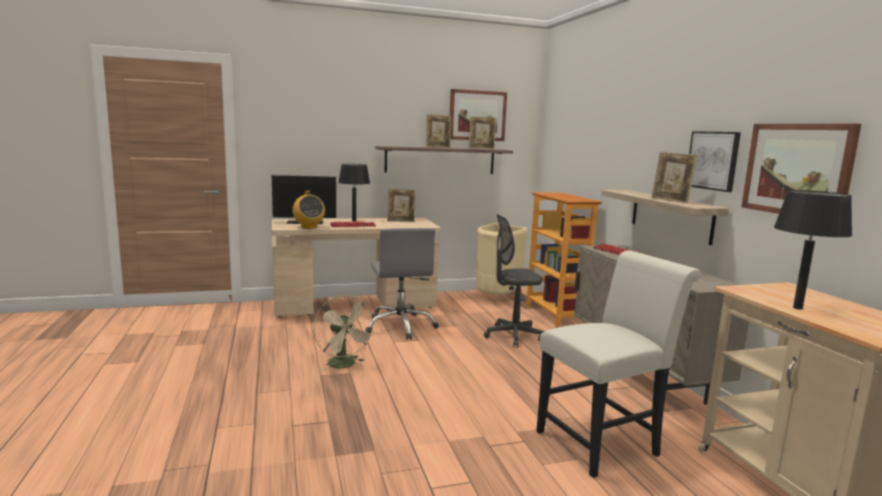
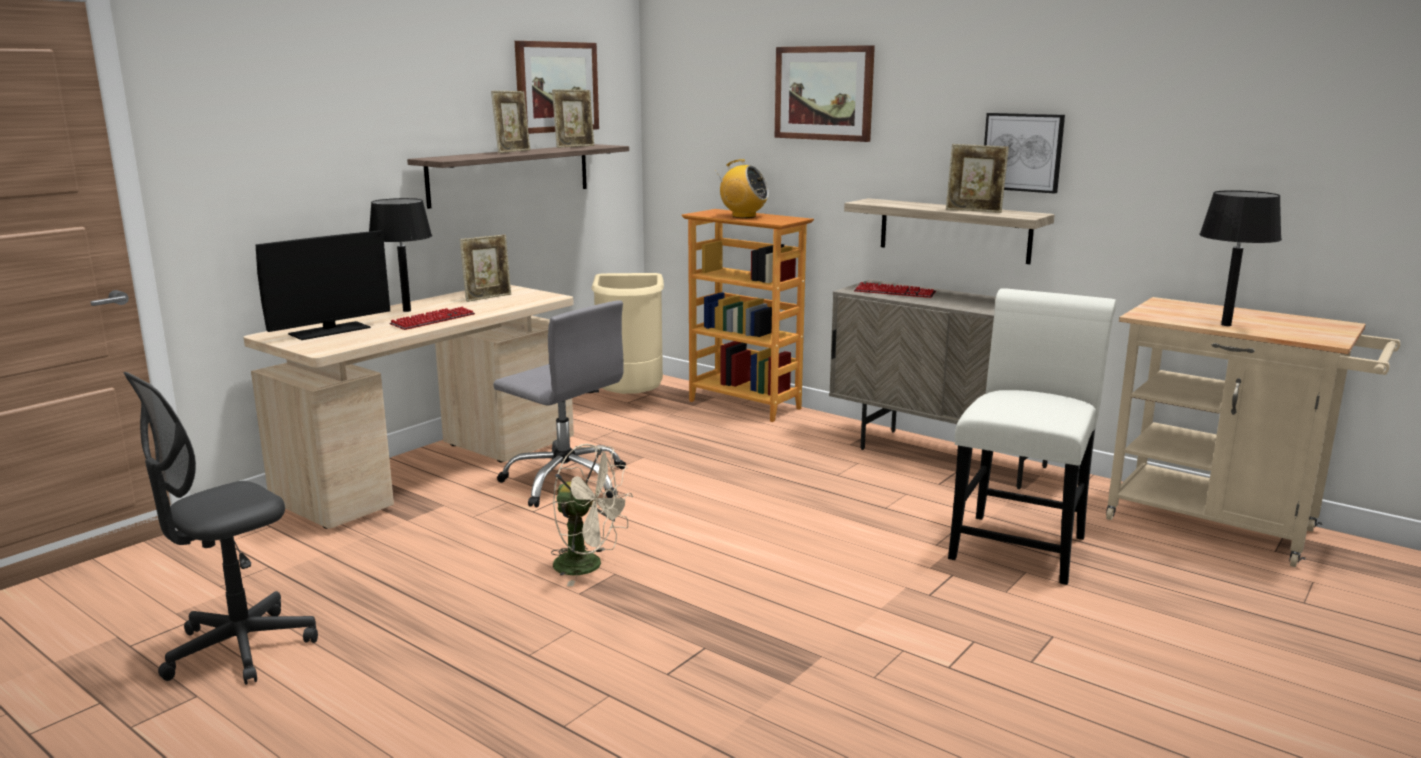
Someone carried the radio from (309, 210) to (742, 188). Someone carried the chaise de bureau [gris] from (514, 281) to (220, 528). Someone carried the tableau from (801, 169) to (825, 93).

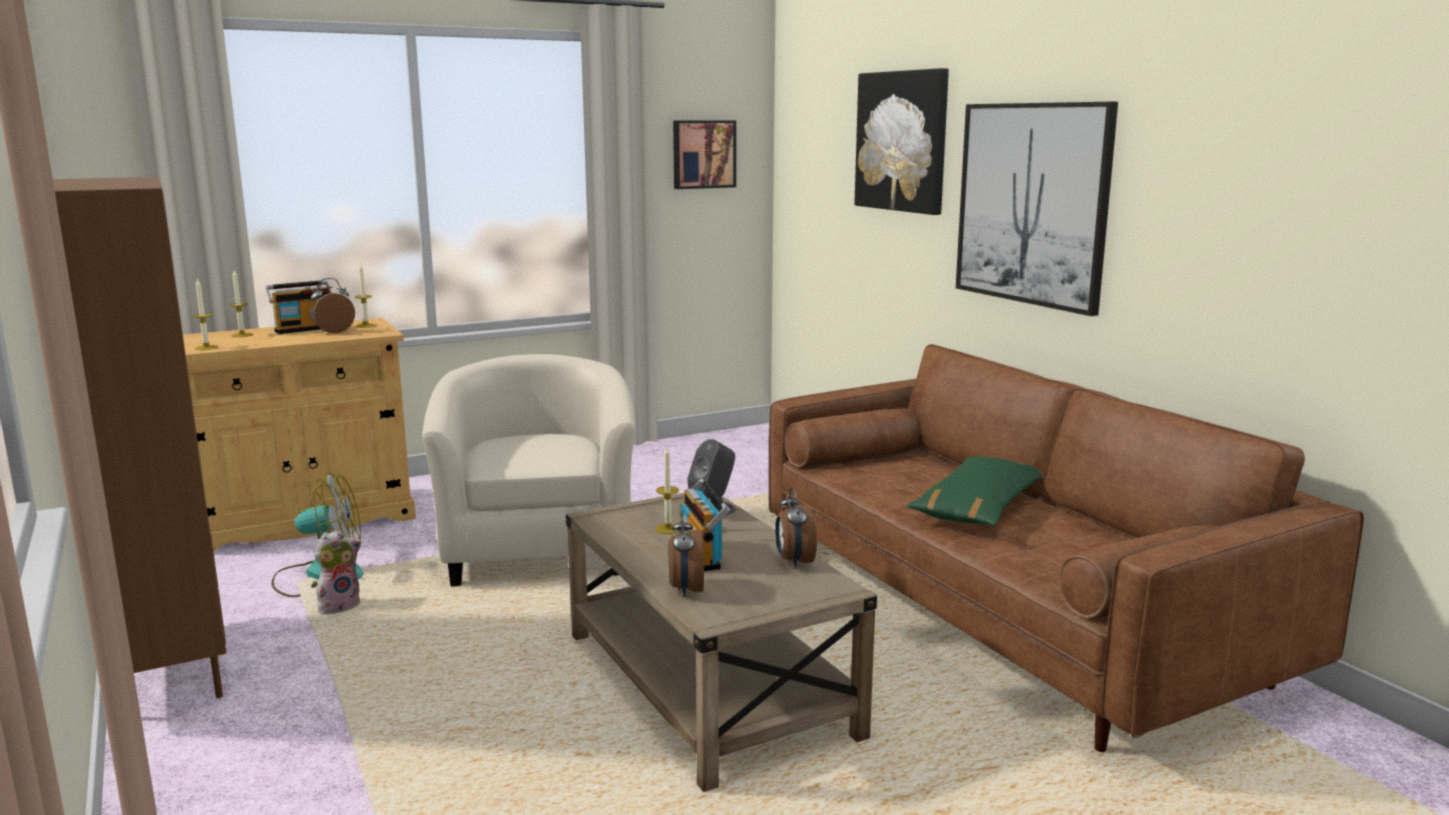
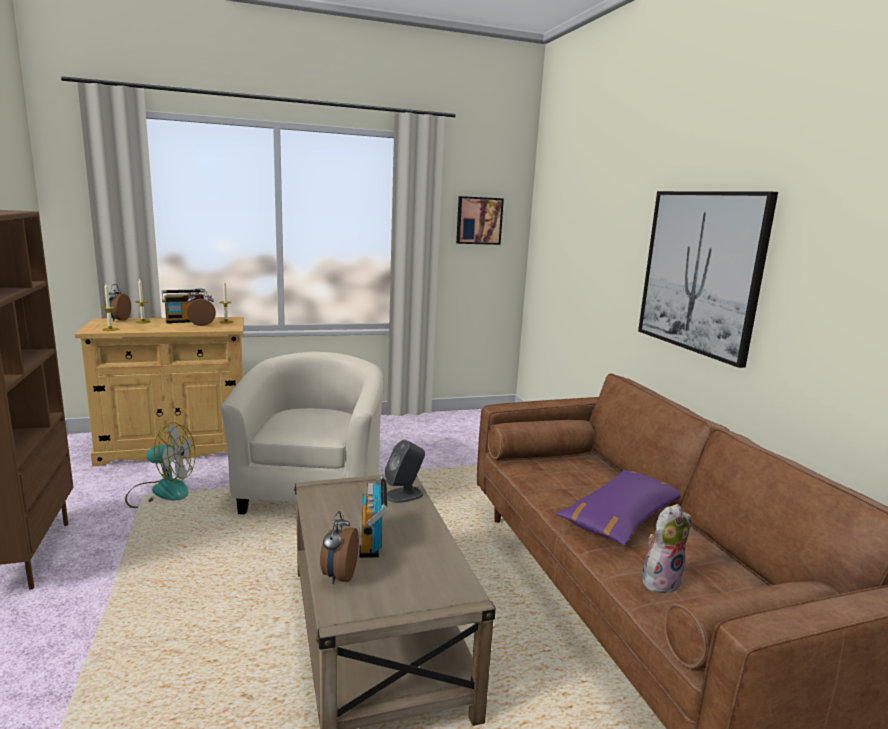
Someone carried the peluche from (338, 572) to (666, 548). Someone took away the bougie at (667, 490). Someone carried the réveil from (796, 527) to (118, 303). Someone took away the tableau at (901, 141). Someone repainted the coussin [vert] at (974, 491), which became the coussin [violet] at (618, 508).

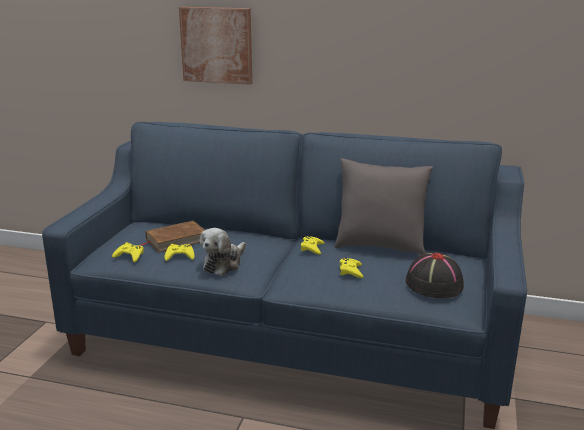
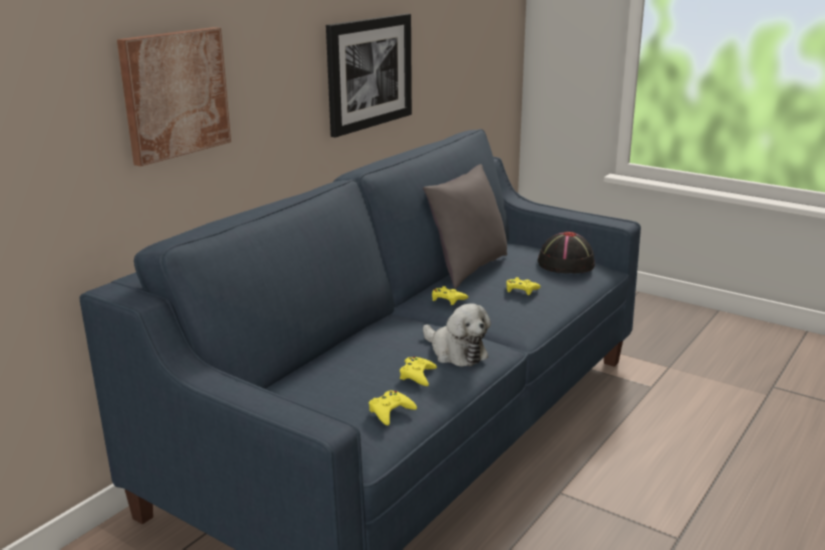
Someone took away the livre [marron] at (172, 236). Someone put up the tableau at (369, 75).

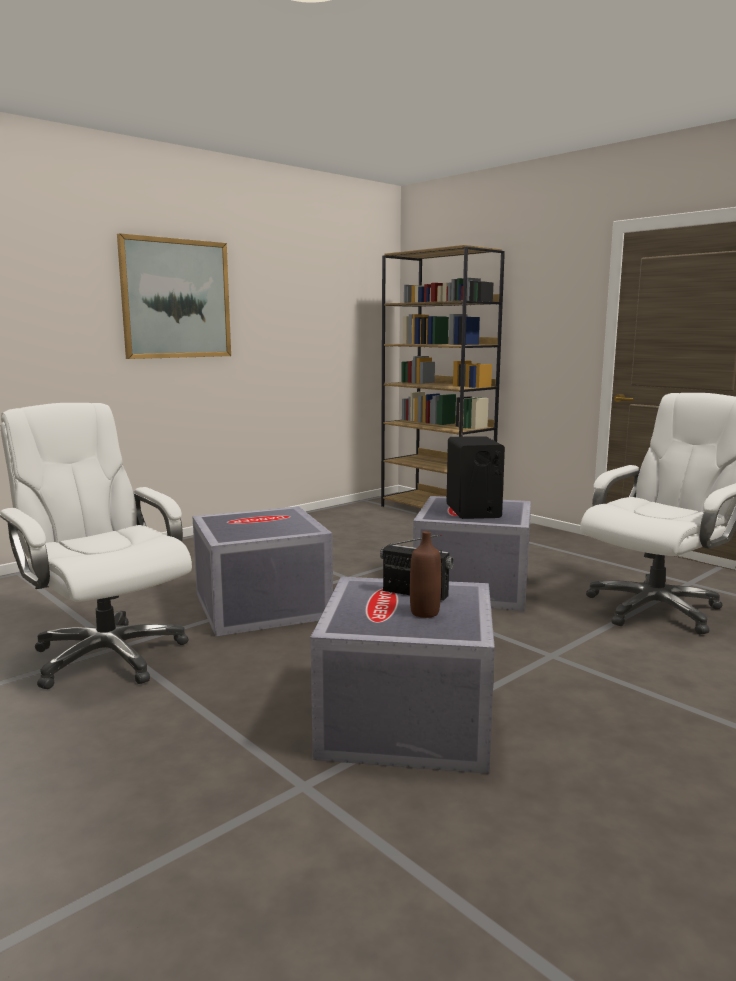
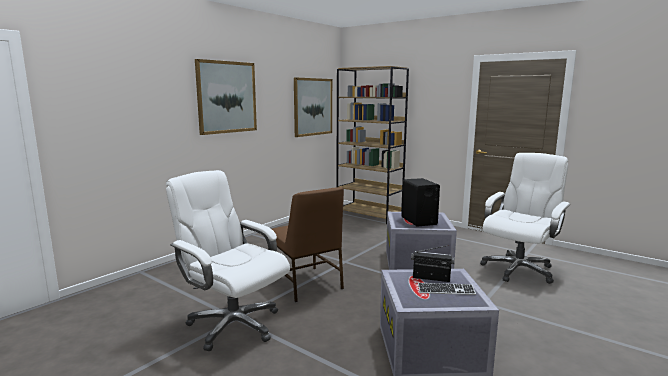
Someone swapped the boîte de rangement [gris] at (262, 571) for the chaise [marron] at (308, 244). Someone swapped the bouteille [marron] at (425, 574) for the clavier at (447, 289). Someone put up the tableau at (313, 107).

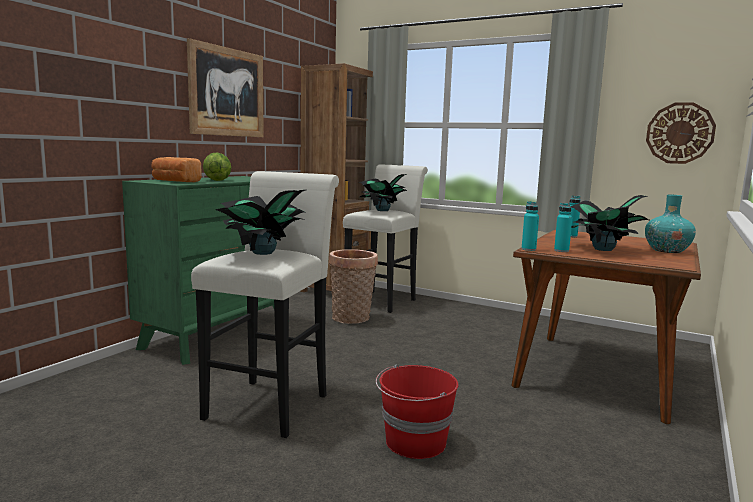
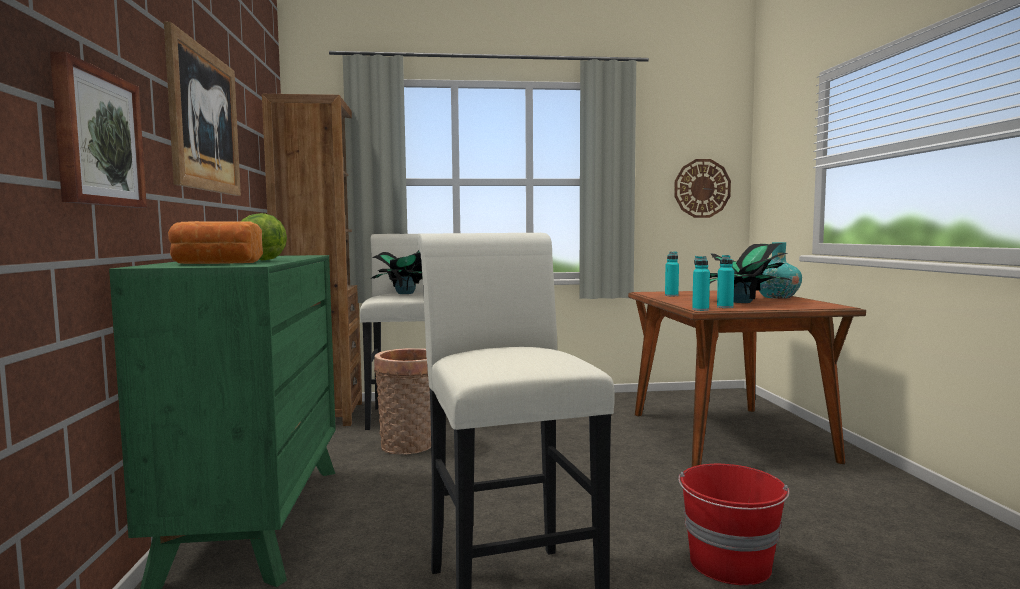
Someone took away the plante en pot at (261, 222). Someone put up the tableau at (98, 130).

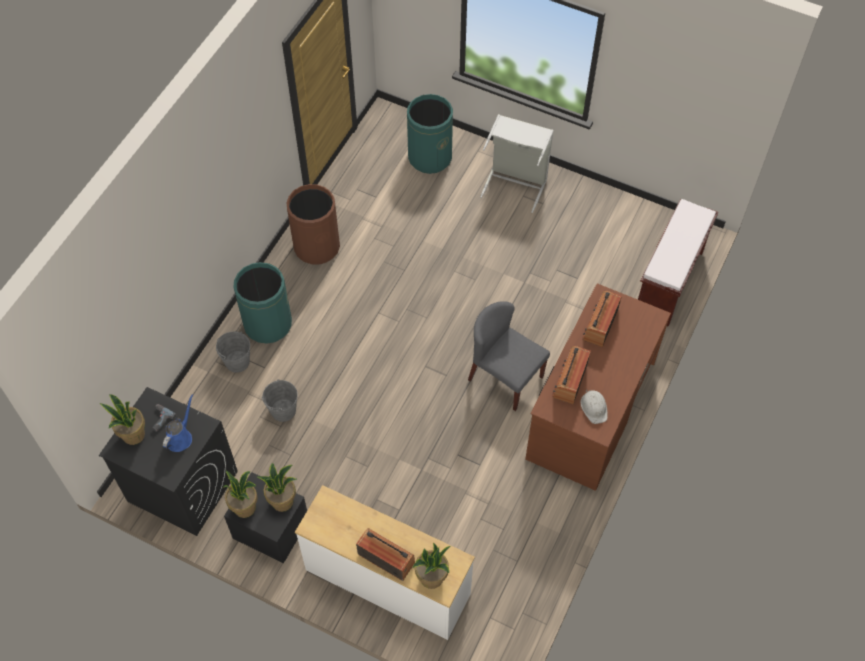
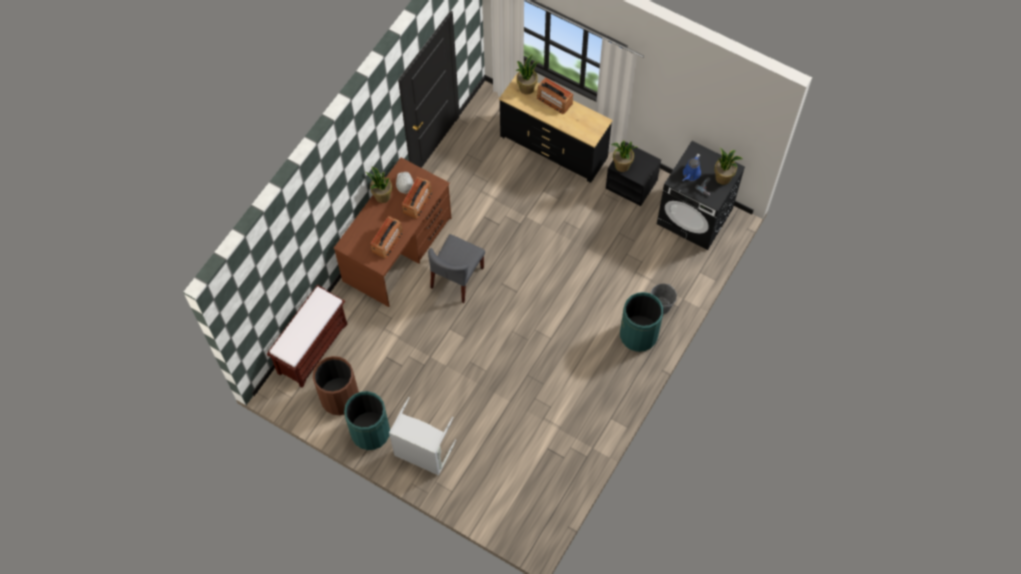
Someone carried the plante en pot from (240, 494) to (379, 185). Someone took away the seau [gris] at (280, 400). Someone carried the poubelle [marron] from (313, 224) to (336, 385). Someone repainted the commode [blanc] at (385, 562), which became the commode [noir] at (556, 128). Someone carried the poubelle [vert] from (430, 134) to (367, 420). Someone rotated the chaise [gris] at (509, 356) by 75 degrees clockwise.

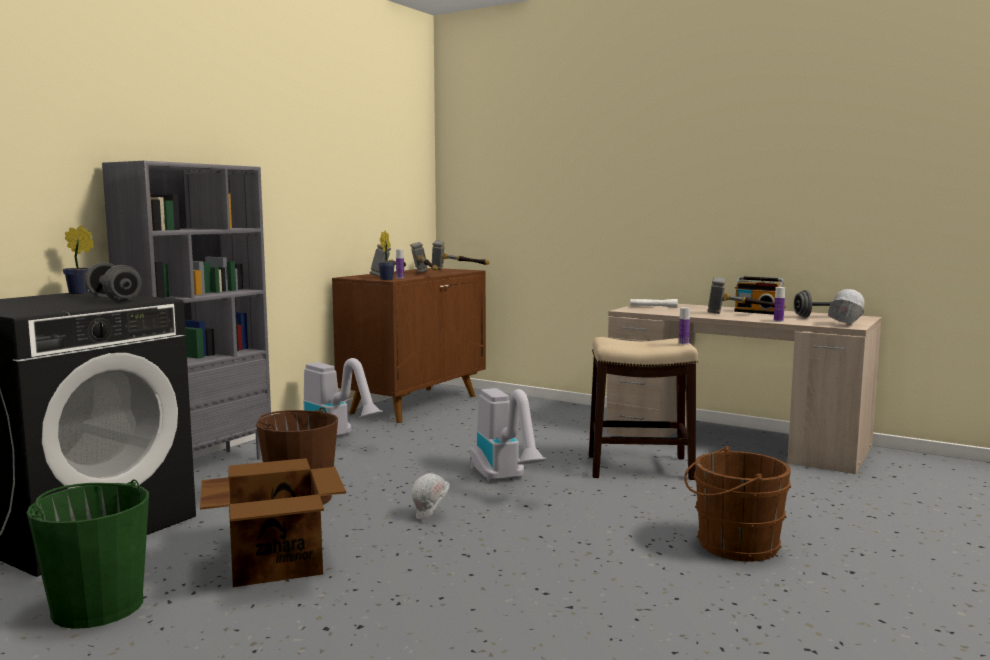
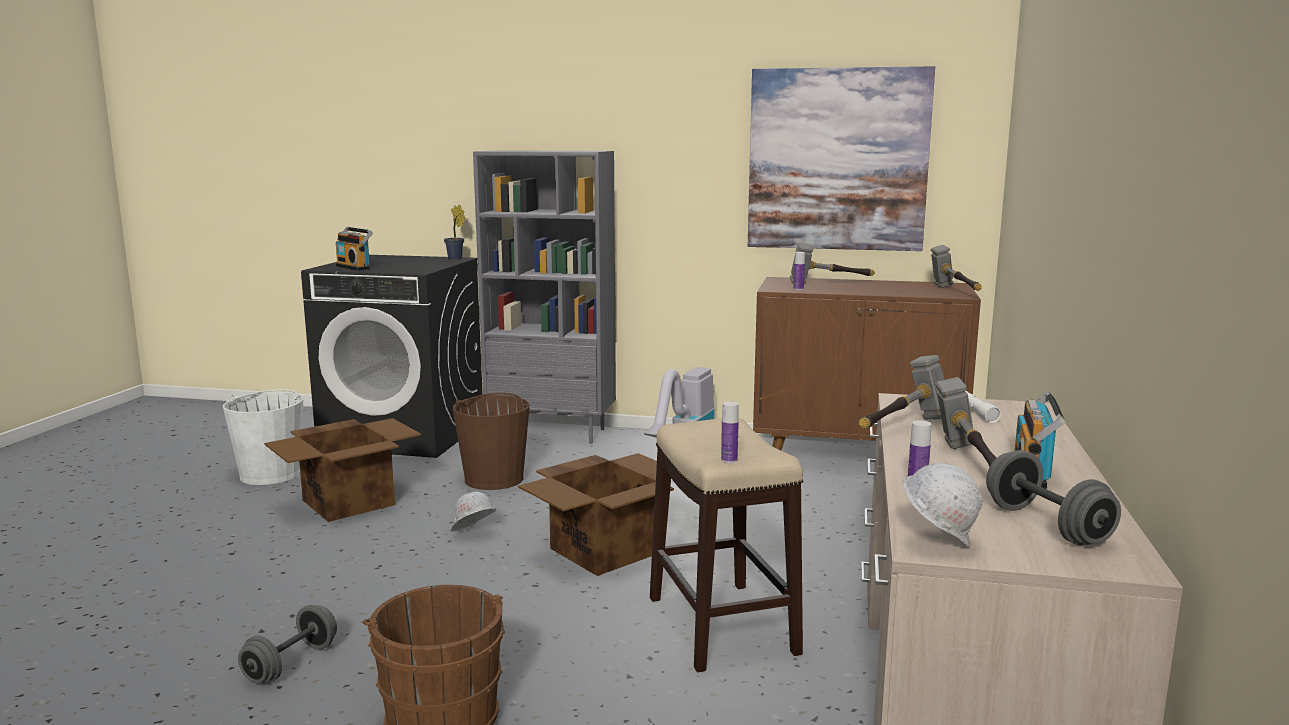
Someone repainted the seau [vert] at (88, 554), which became the seau [blanc] at (263, 437). Someone carried the haltère [gris] from (113, 282) to (287, 644). Someone took away the plante en pot at (387, 255). Someone carried the marteau from (424, 257) to (901, 392). Someone swapped the aspirateur at (508, 435) for the carton at (596, 514). Someone put down the radio at (354, 249). Someone put up the tableau at (841, 158).

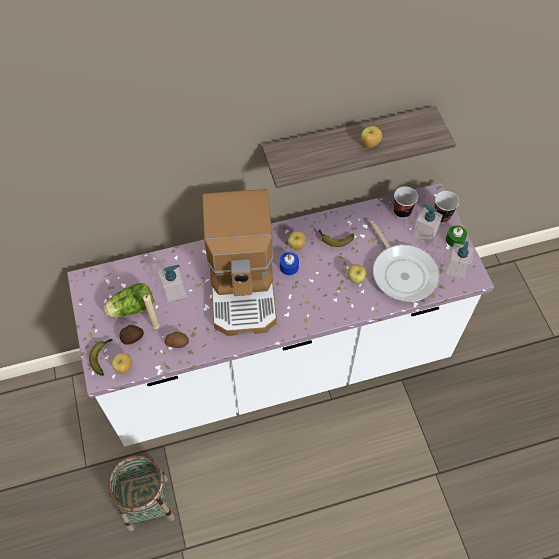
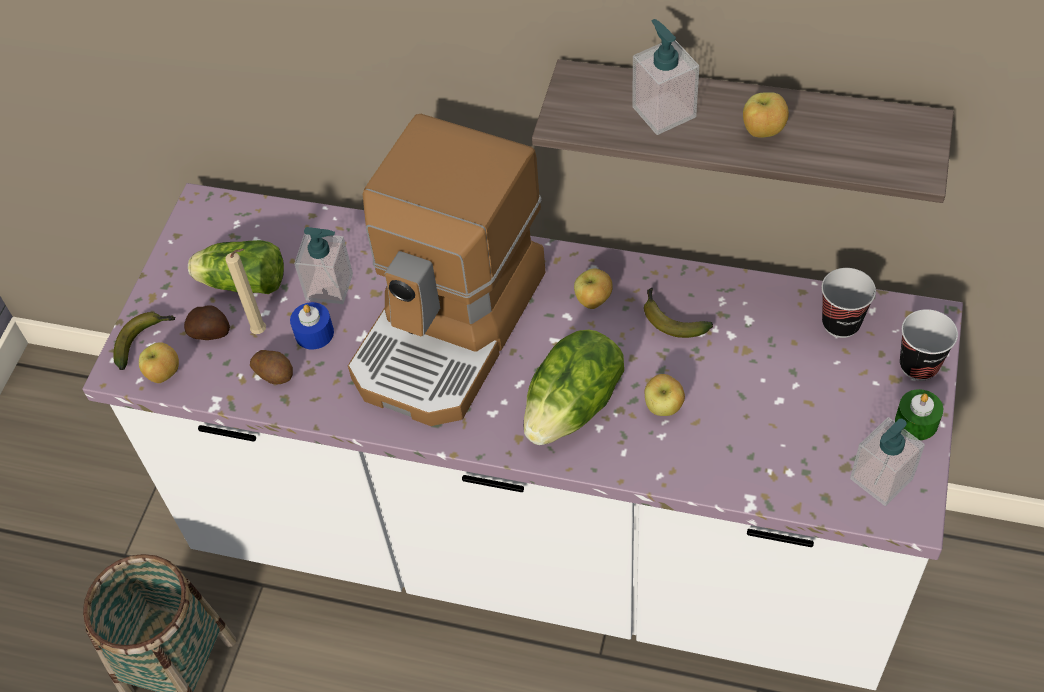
Someone carried the bougie [bleu] from (289, 263) to (312, 325). Someone took away the poêle at (404, 261). Someone carried the distributeur de savon from (427, 224) to (665, 77). Someone put down the laitue at (574, 387).

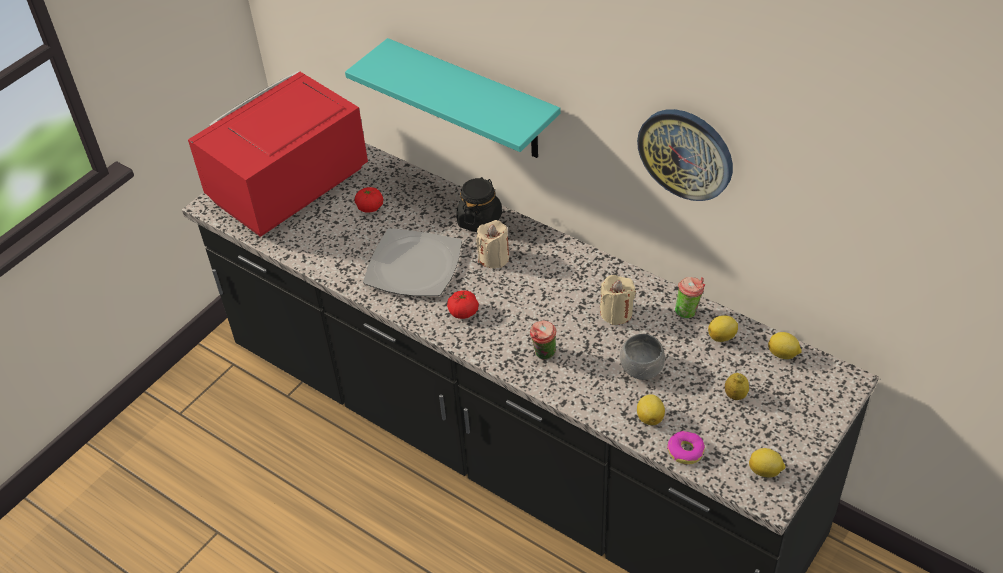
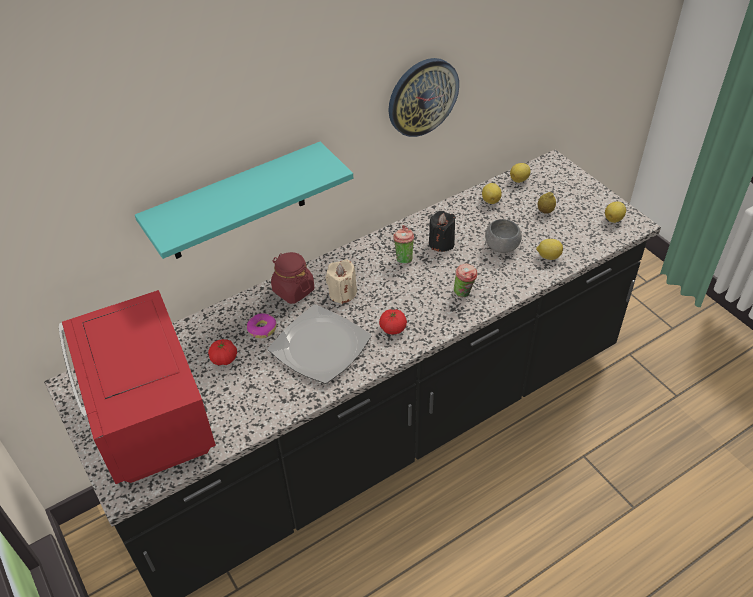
Someone repainted the bocal [noir] at (479, 204), which became the bocal [rouge] at (292, 278). Someone repainted the bougie [beige] at (618, 300), which became the bougie [noir] at (442, 231). Someone carried the beignet from (686, 447) to (261, 325). Someone carried the tasse from (690, 298) to (403, 244).

